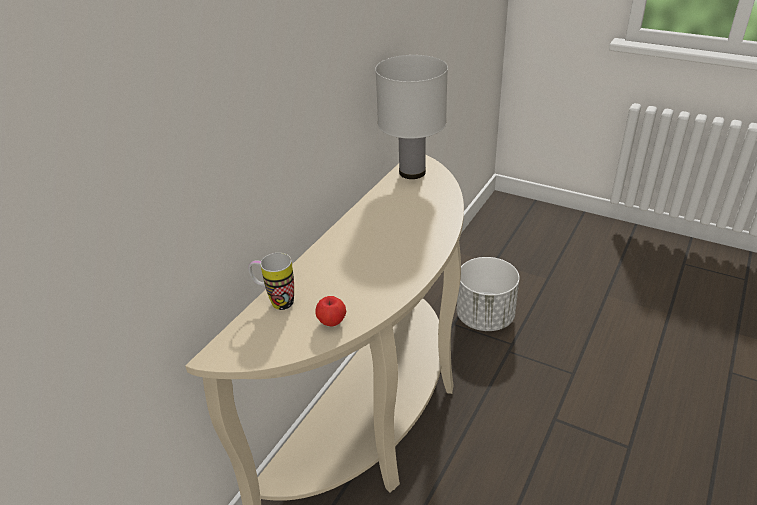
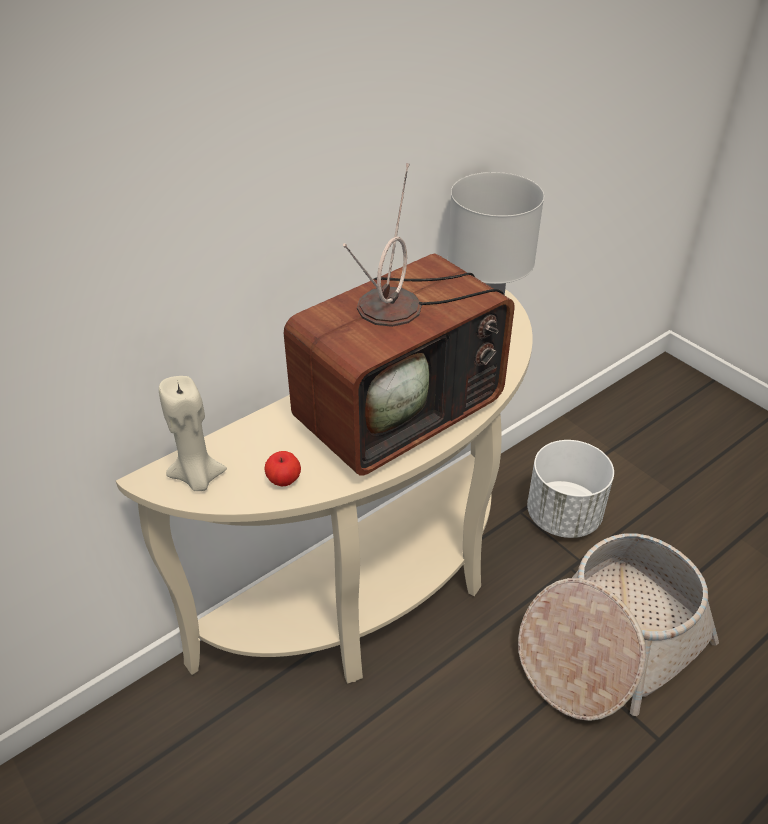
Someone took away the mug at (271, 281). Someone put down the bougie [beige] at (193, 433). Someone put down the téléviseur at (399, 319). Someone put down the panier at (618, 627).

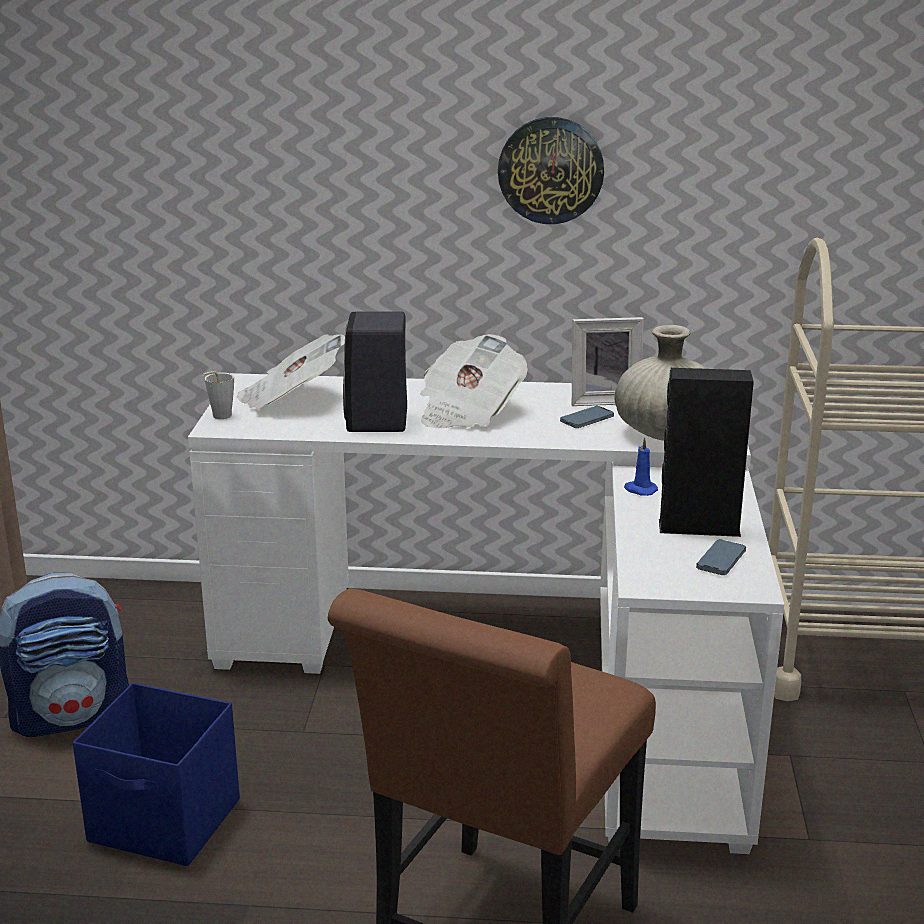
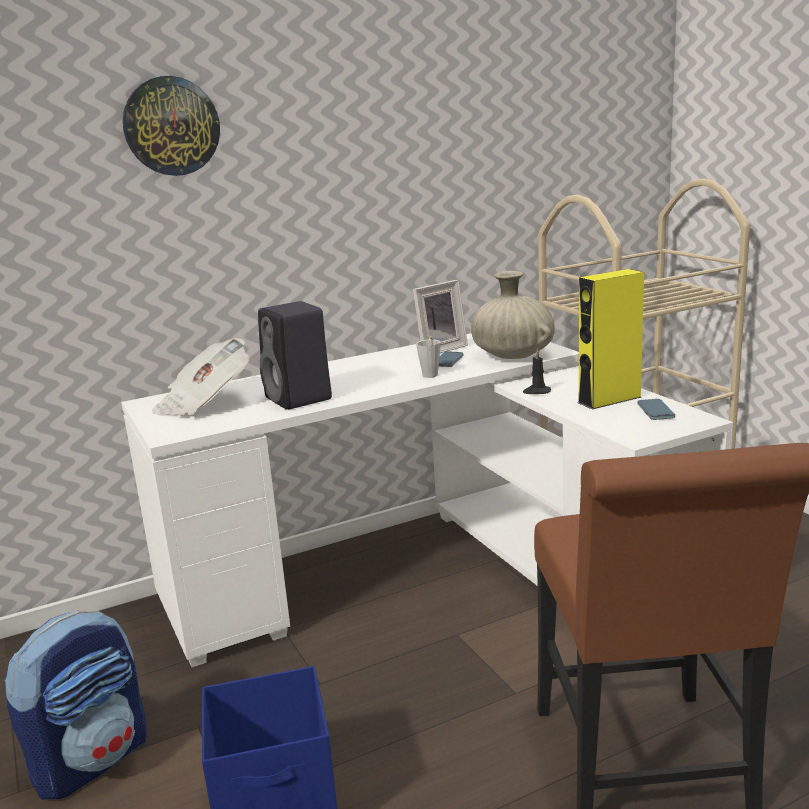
Someone carried the tasse [gris] from (218, 395) to (428, 357). Someone took away the journal at (474, 381). Someone carried the horloge murale from (551, 170) to (171, 126). Someone repainted the bougie [bleu] at (641, 466), which became the bougie [noir] at (537, 371). Someone repainted the enceinte [noir] at (706, 452), which became the enceinte [jaune] at (611, 339).

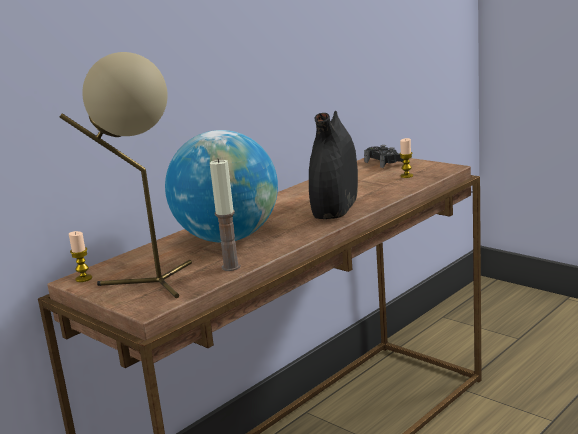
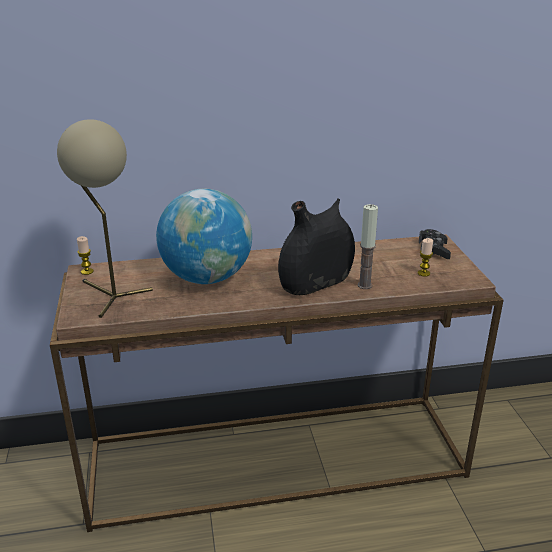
Someone carried the bougie from (225, 214) to (368, 246).

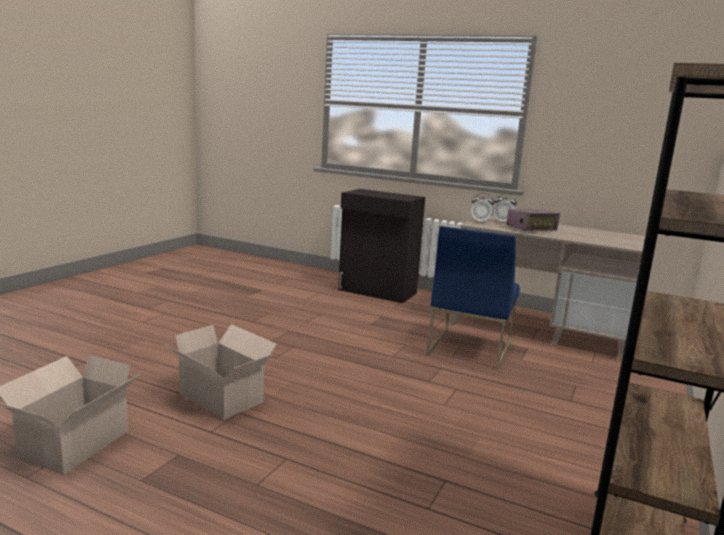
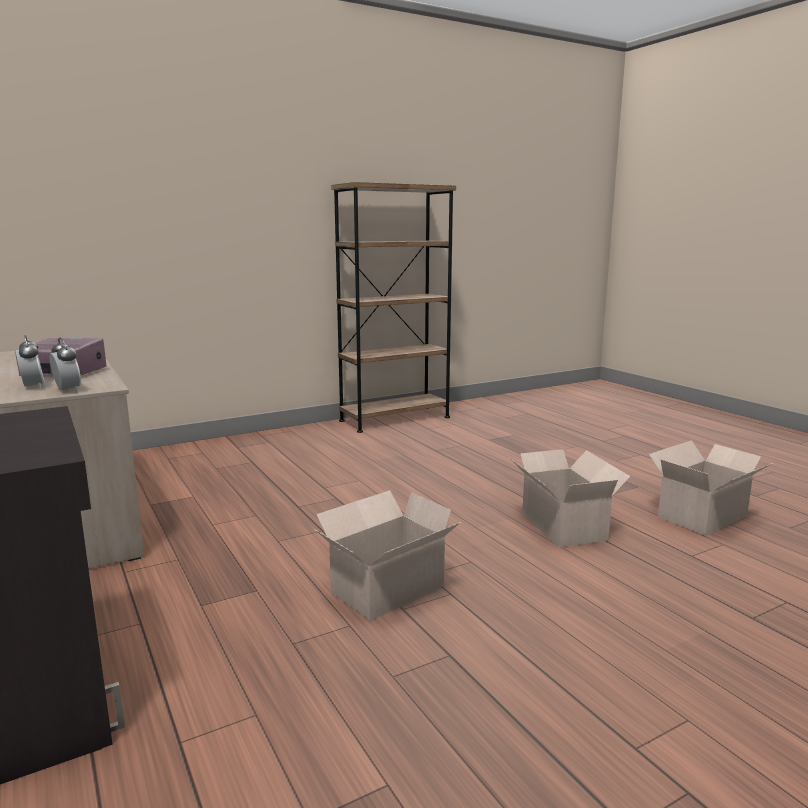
Someone took away the chaise [bleu] at (473, 298). Someone put down the carton at (388, 555).

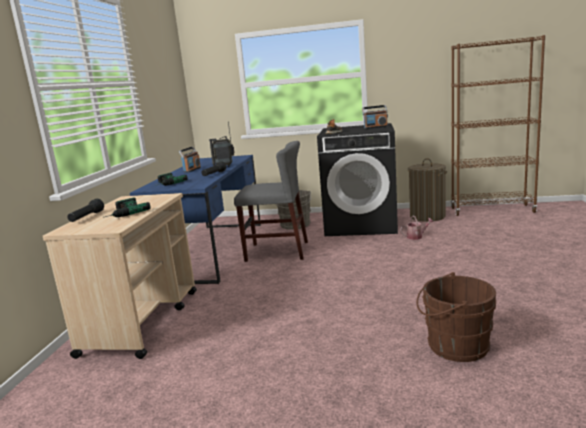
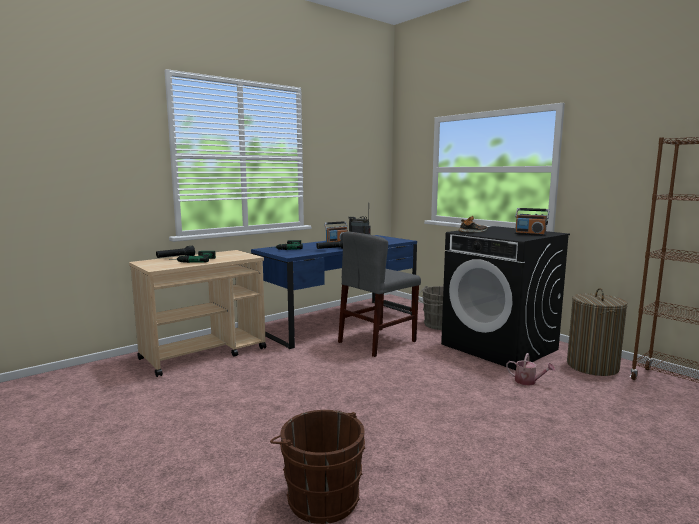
Someone rotated the chaise [gris] at (271, 201) by 90 degrees clockwise.

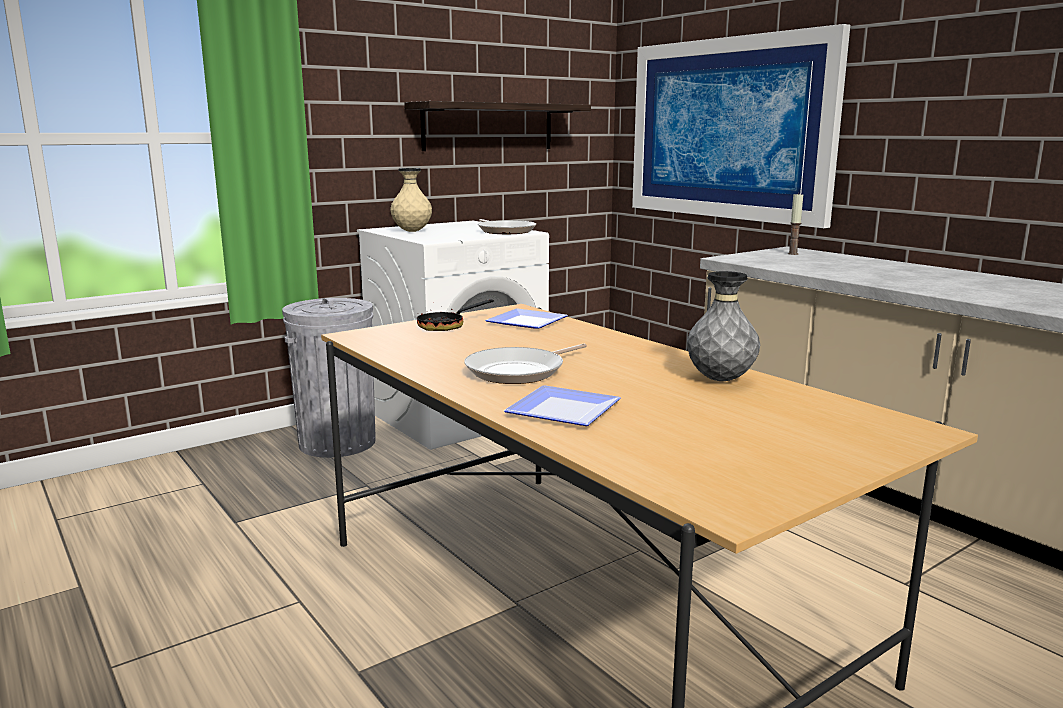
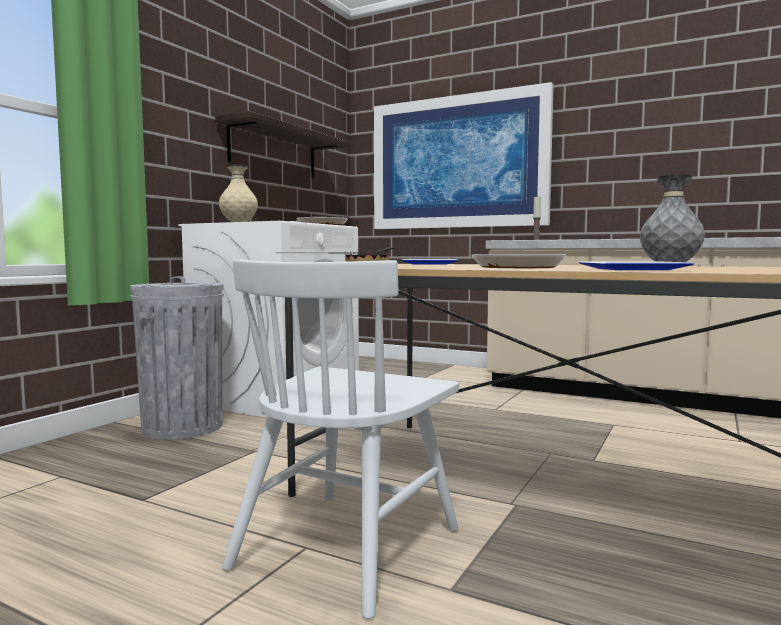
Someone put down the chaise [blanc] at (340, 439).

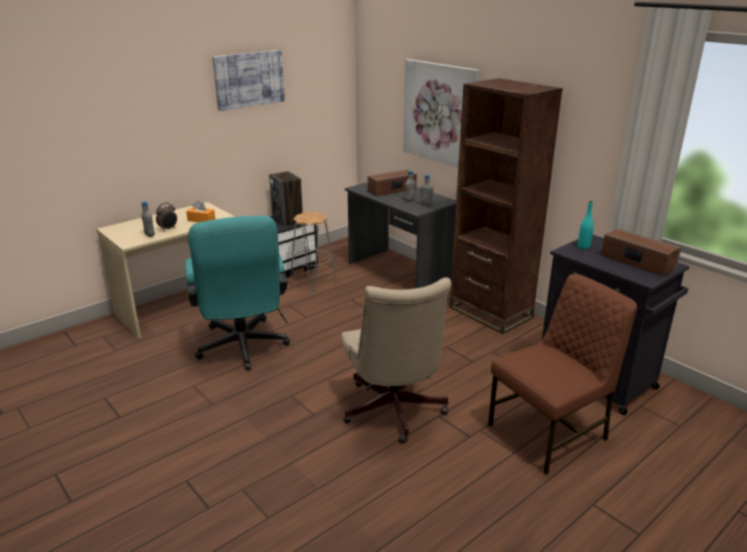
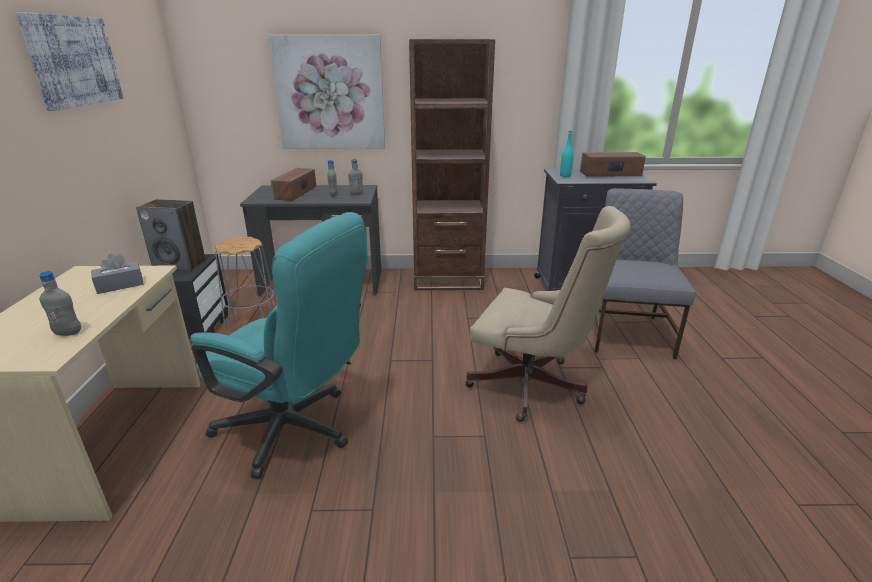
Someone took away the réveil at (166, 216). Someone repainted the boîte à mouchoirs [orange] at (200, 211), which became the boîte à mouchoirs [gris] at (117, 274). Someone repainted the chaise [marron] at (562, 374), which became the chaise [gris] at (645, 273).

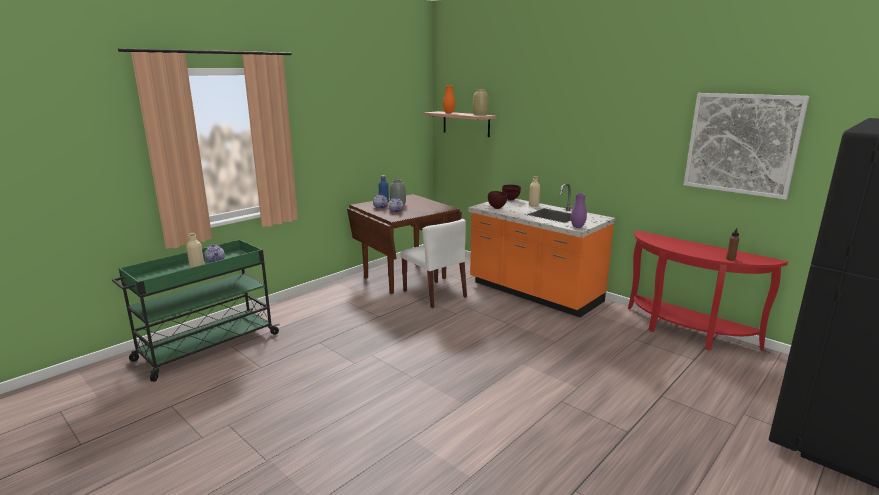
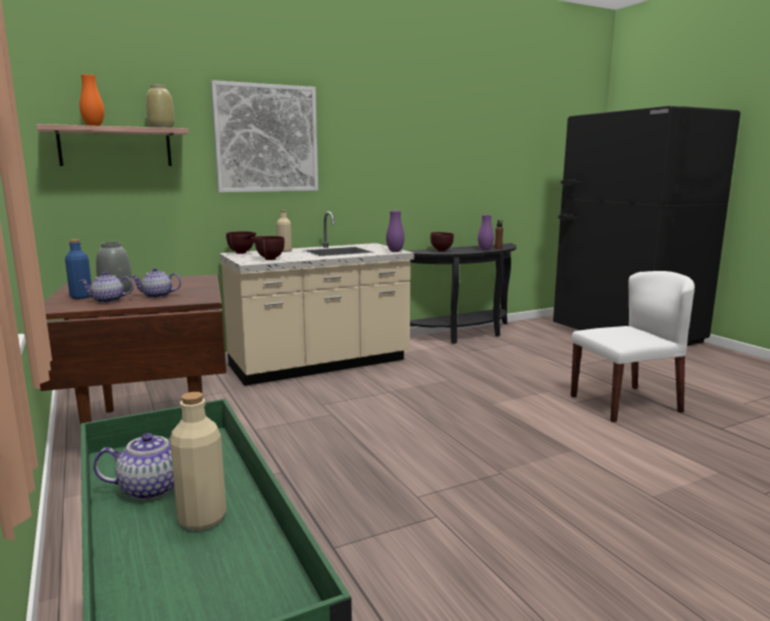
Someone carried the chaise [blanc] from (433, 263) to (633, 346). Someone repainted the comptoir de cuisine [orange] at (541, 250), which became the comptoir de cuisine [beige] at (316, 298). Someone repainted the table console [rouge] at (708, 290), which became the table console [noir] at (462, 293). Someone carried the tableau from (746, 146) to (264, 136). Someone put down the bol [marron] at (442, 242). Someone put down the vase [violet] at (486, 232).

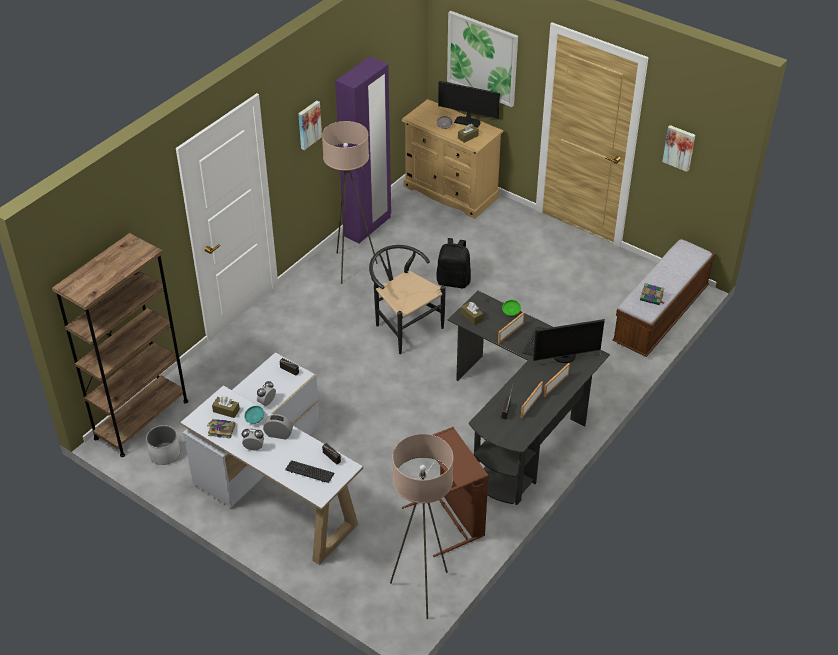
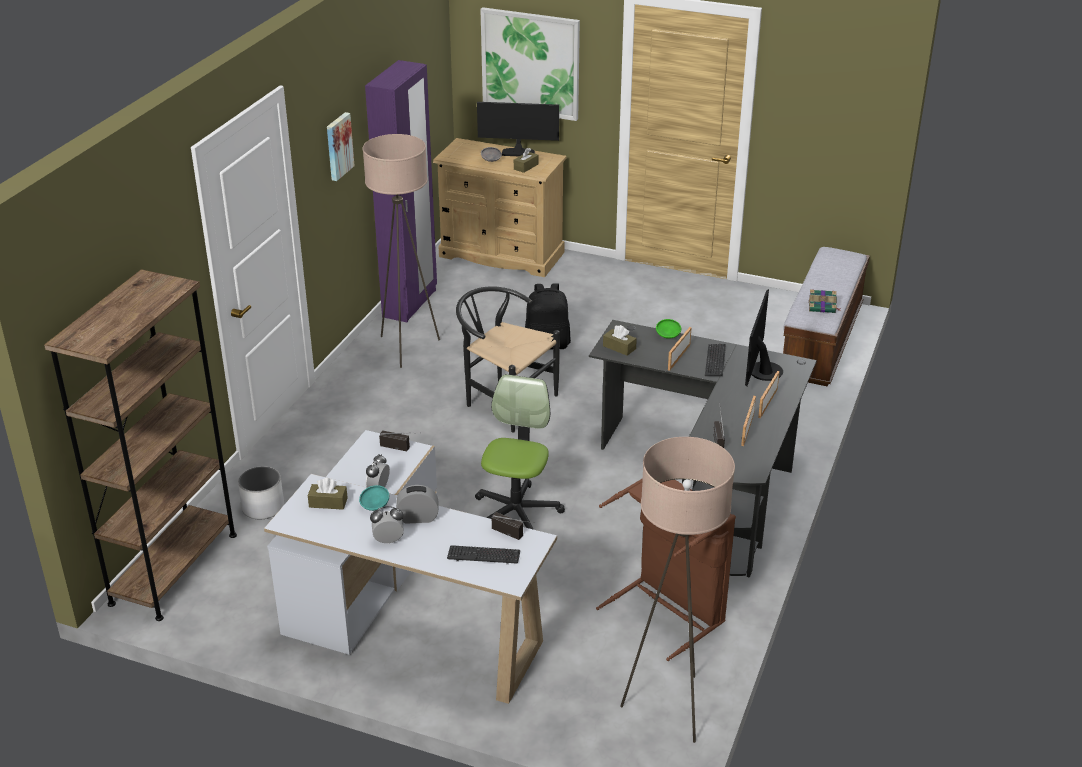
Someone carried the cache-pot [blanc] from (163, 445) to (261, 493). Someone took away the livre at (221, 429). Someone rotated the écran d'ordinateur at (569, 341) by 135 degrees clockwise. Someone took away the tableau at (678, 148). Someone put down the chaise de bureau at (520, 452).

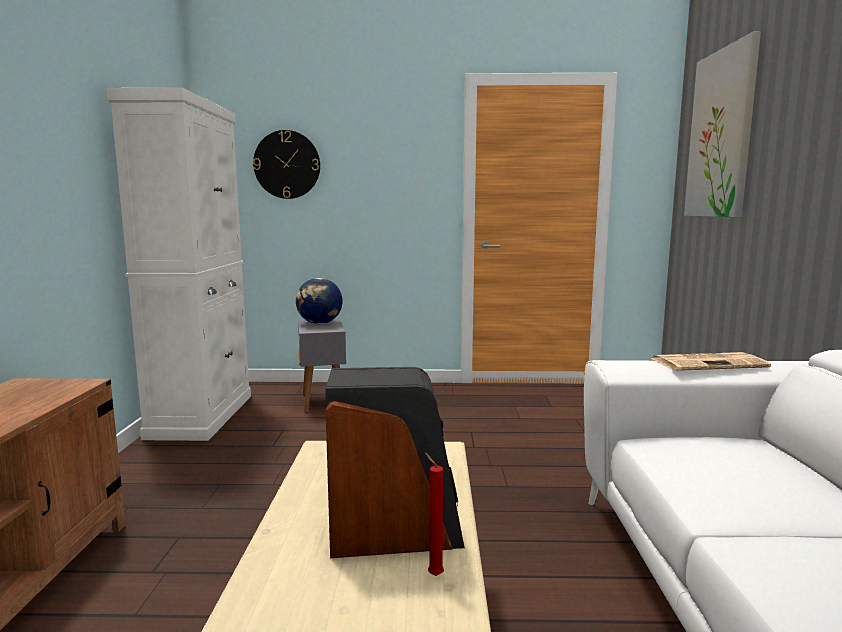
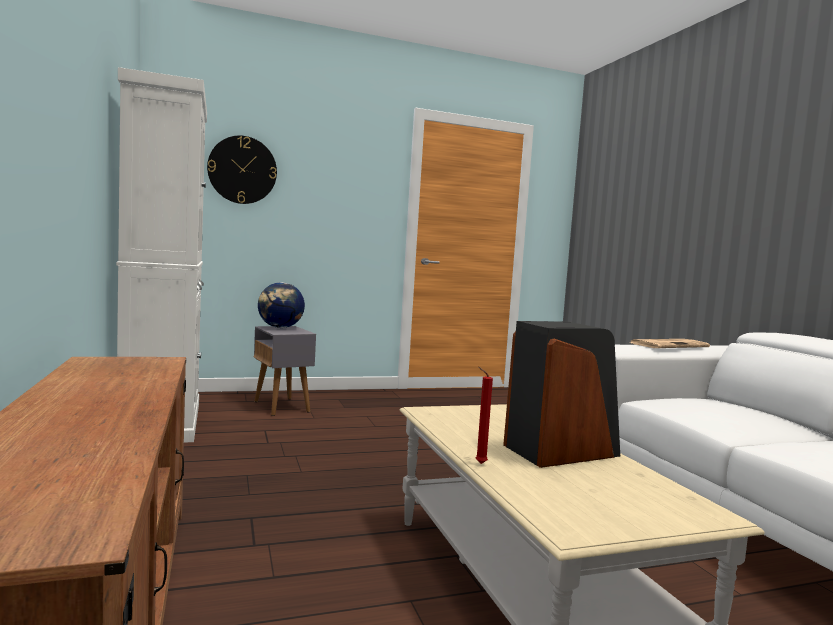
Someone carried the bougie [rouge] from (434, 514) to (484, 415). Someone took away the tableau at (722, 124).

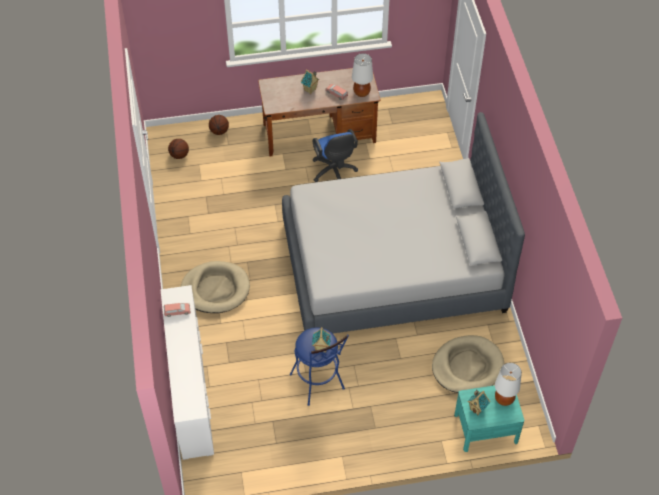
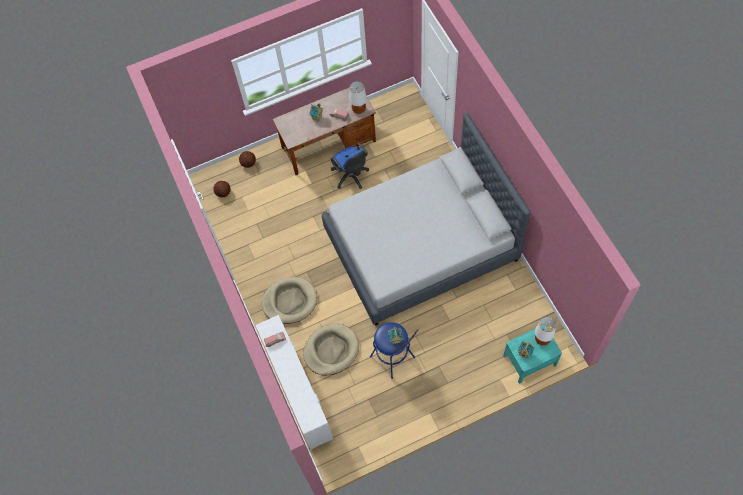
Someone carried the panier pour chien [beige] from (468, 364) to (331, 349).

